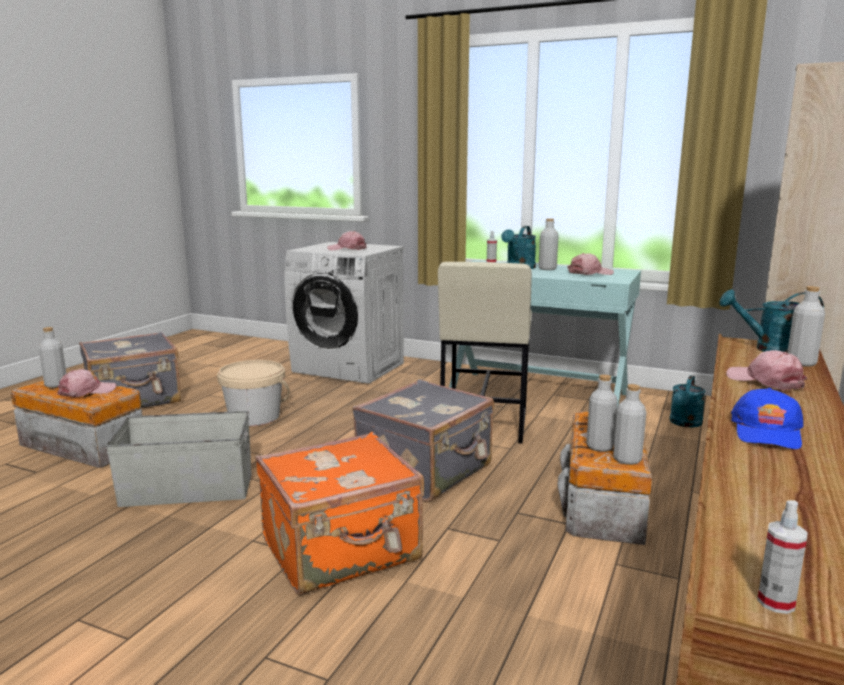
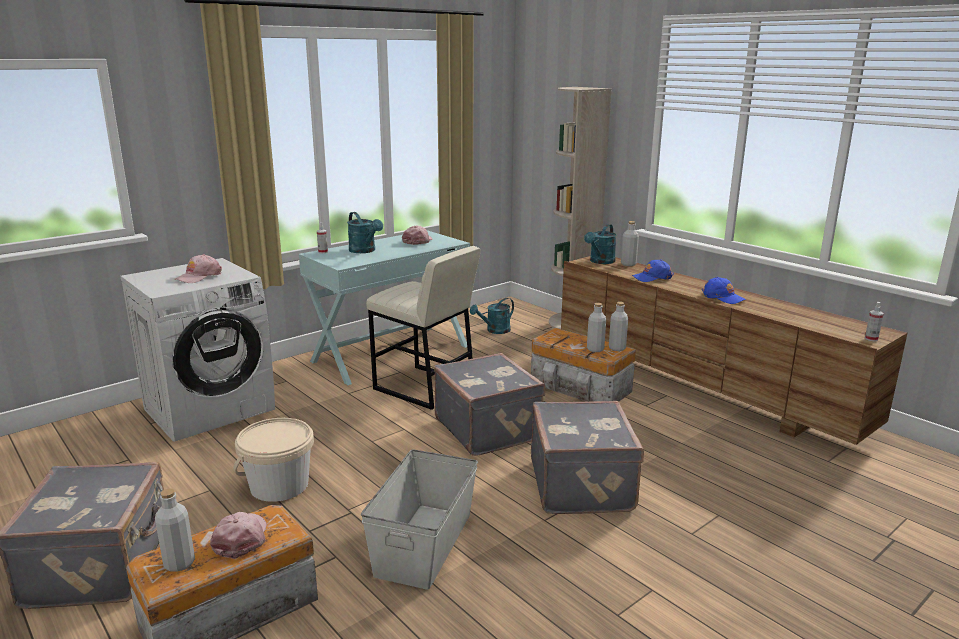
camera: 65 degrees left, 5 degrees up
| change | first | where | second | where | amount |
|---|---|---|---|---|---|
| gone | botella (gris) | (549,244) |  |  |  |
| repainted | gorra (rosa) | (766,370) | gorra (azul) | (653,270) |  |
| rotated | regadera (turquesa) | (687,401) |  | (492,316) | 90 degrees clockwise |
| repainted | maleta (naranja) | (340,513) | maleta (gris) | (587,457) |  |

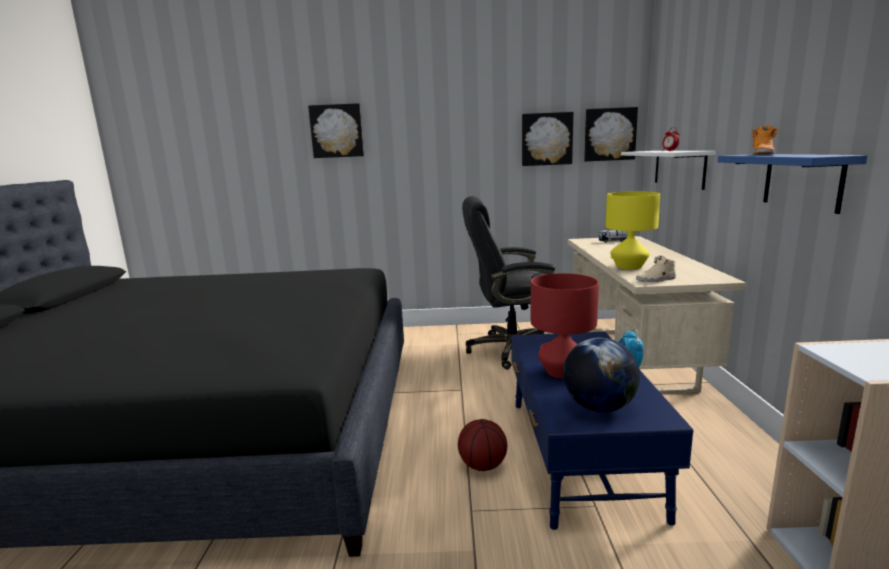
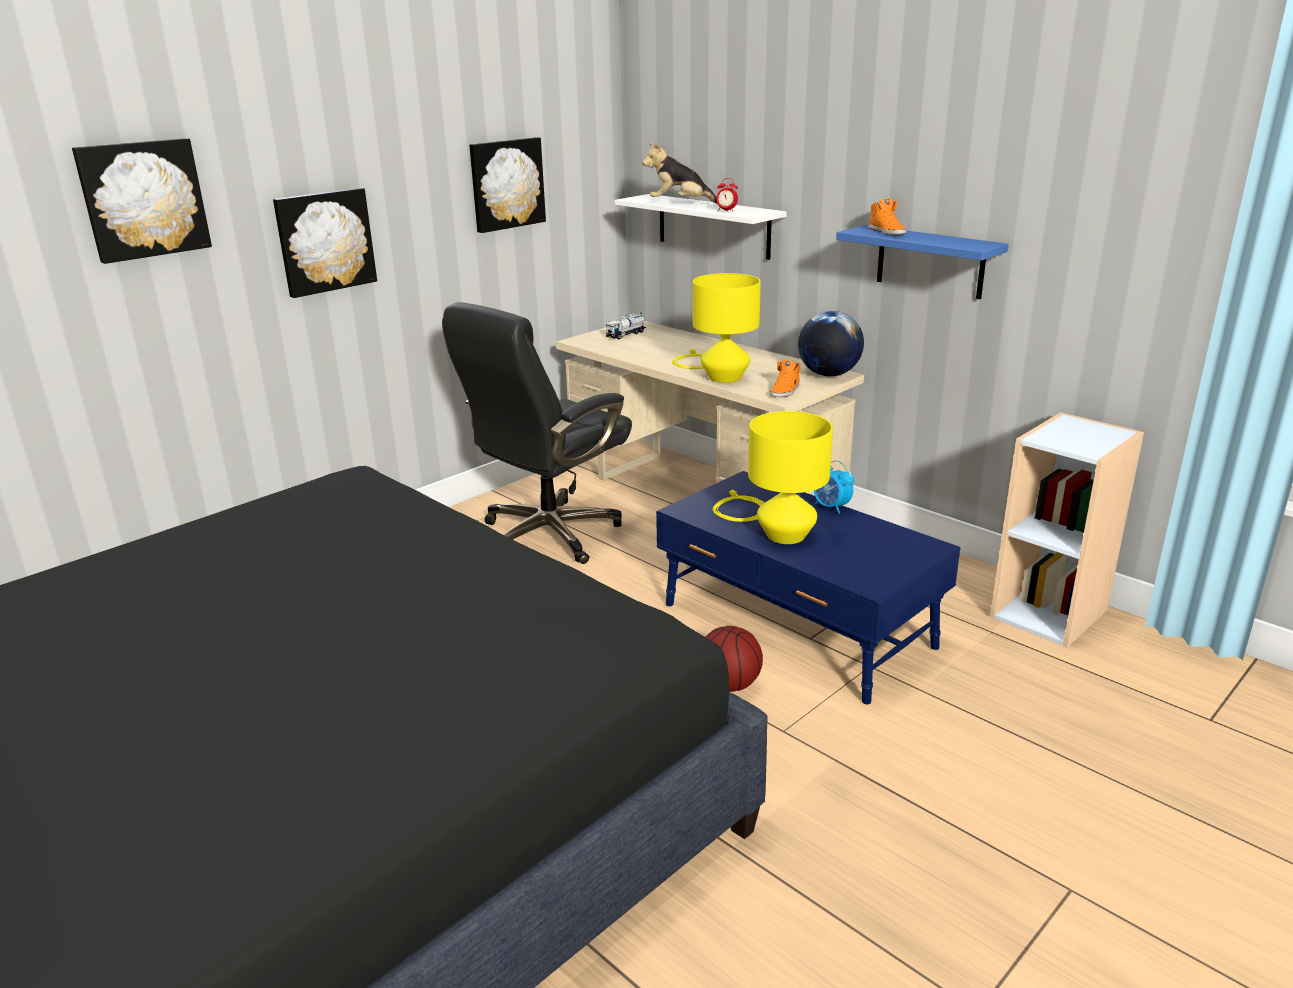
camera: 45 degrees left, 10 degrees up
| change | first | where | second | where | amount |
|---|---|---|---|---|---|
| shifted | cuadro | (611,134) |  | (325,243) |  |
| repainted | zapato (beis) | (656,268) | zapato (naranja) | (785,378) |  |
| repainted | lámpara de mesa (rojo) | (565,326) | lámpara de mesa (amarillo) | (773,477) |  |
| shifted | globo terráqueo | (601,375) |  | (831,343) |  |
| new |  |  | peluche | (679,173) |  |

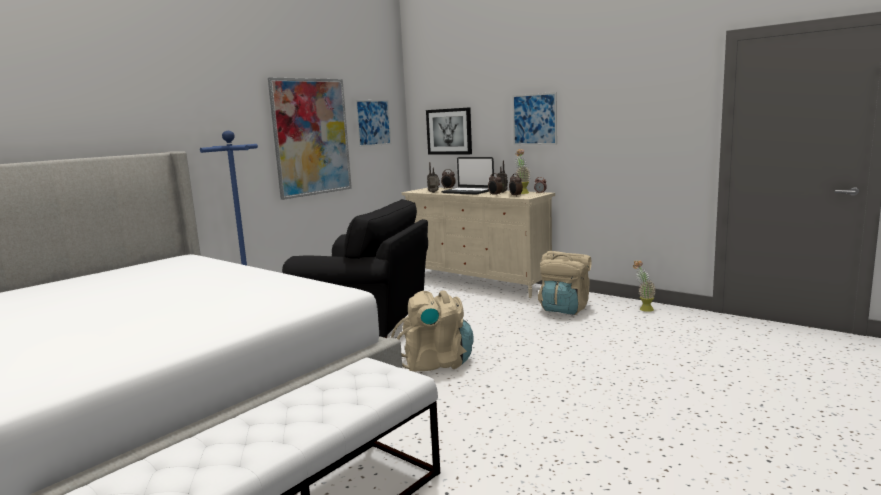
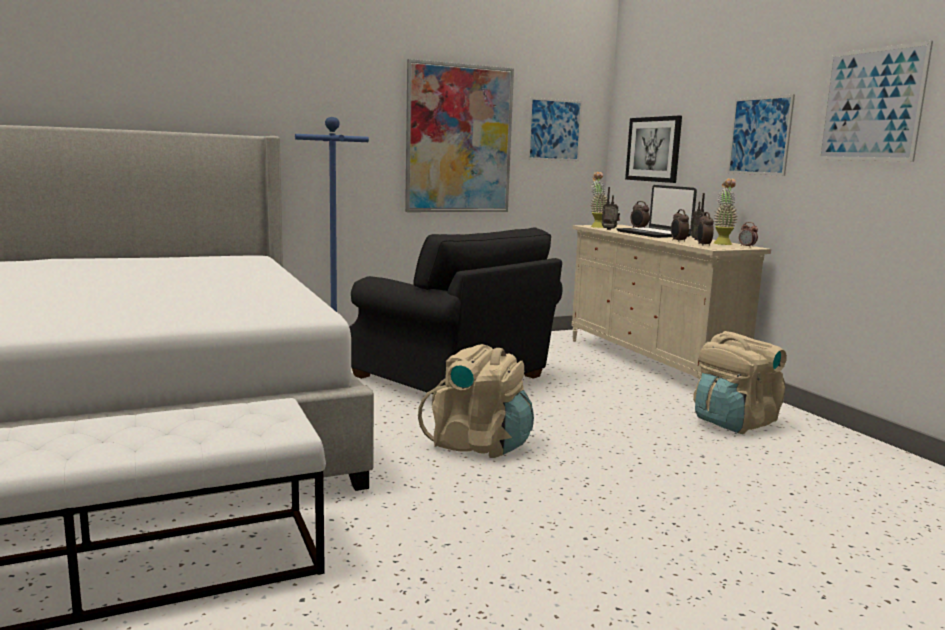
camera: 25 degrees right, 0 degrees up
| change | first | where | second | where | amount |
|---|---|---|---|---|---|
| shifted | planta en maceta | (644,286) |  | (598,200) |  |
| new |  |  | cuadro | (875,101) |  |

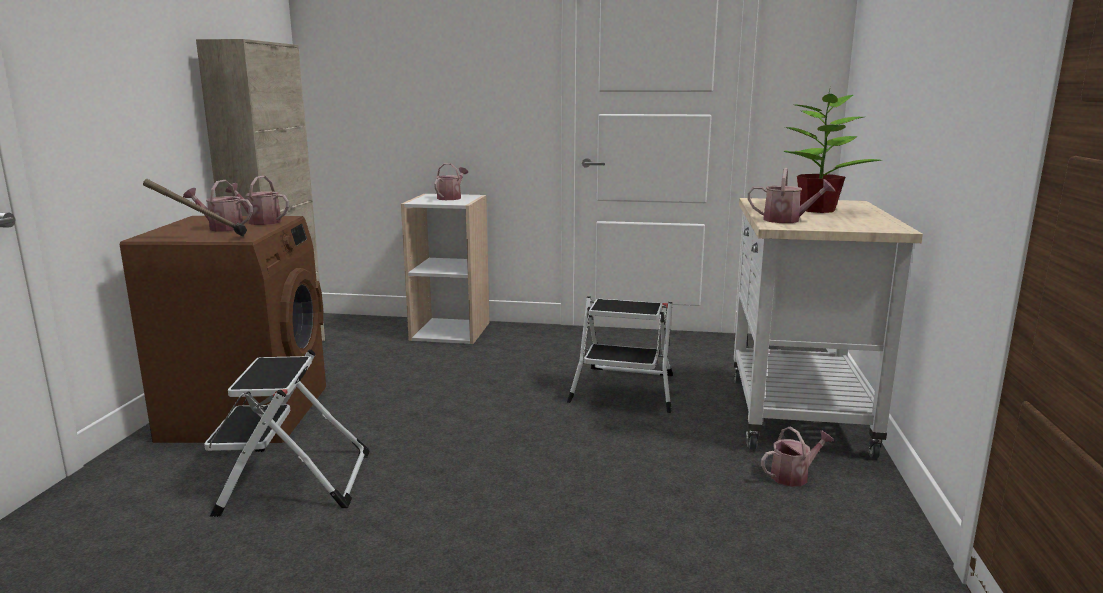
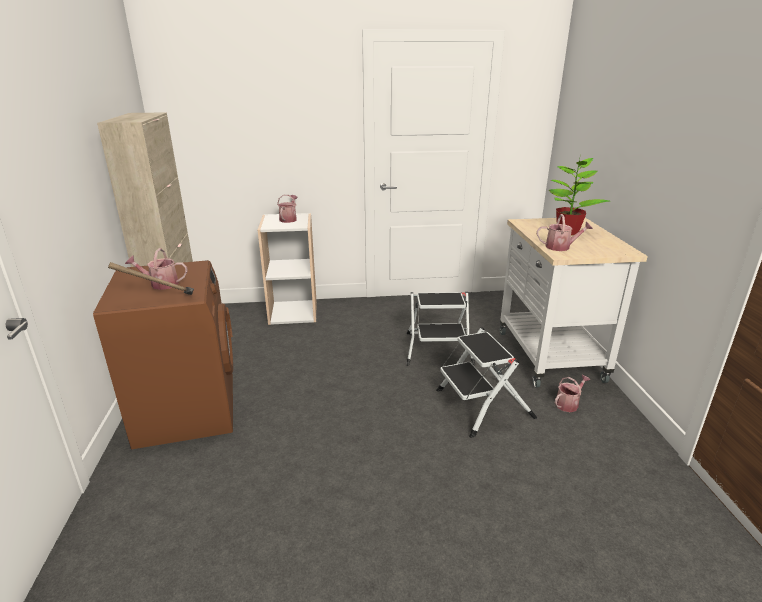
camera: 15 degrees left, 10 degrees up
| change | first | where | second | where | amount |
|---|---|---|---|---|---|
| gone | regadera | (257,200) |  |  |  |
| shifted | escalera de tijera | (287,433) |  | (486,382) |  |

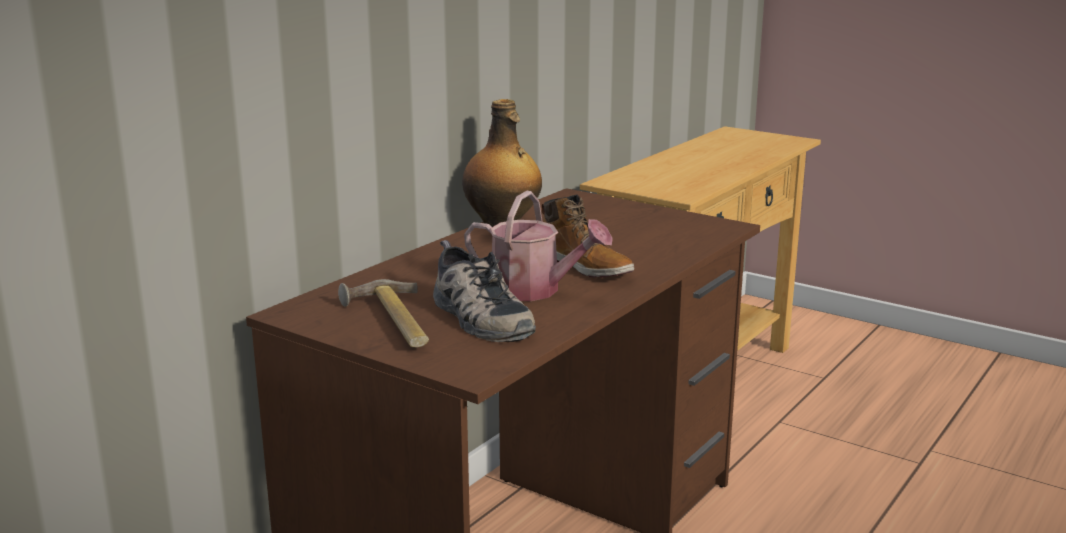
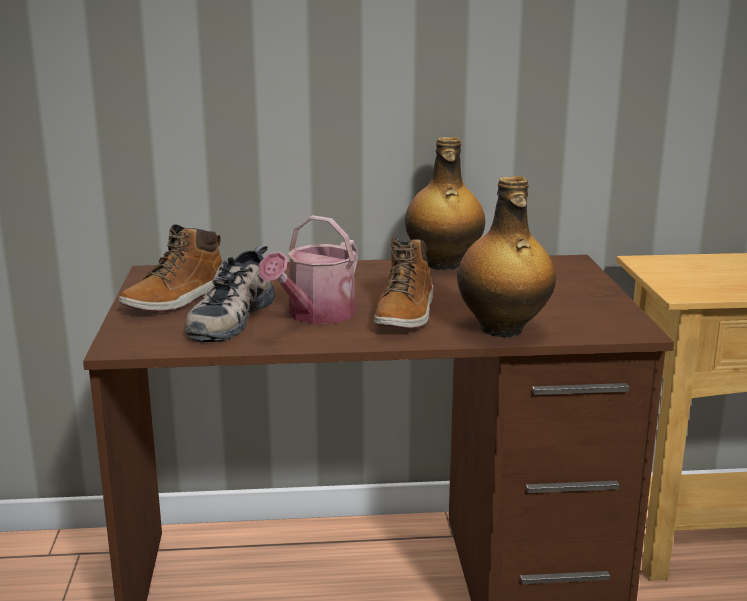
camera: 50 degrees right, 0 degrees up
| change | first | where | second | where | amount |
|---|---|---|---|---|---|
| rotated | regadera | (538,246) |  | (308,269) | 45 degrees clockwise |
| swapped | martillo | (383,313) | bota | (170,268) |  |
| new |  |  | botella | (506,256) |  |

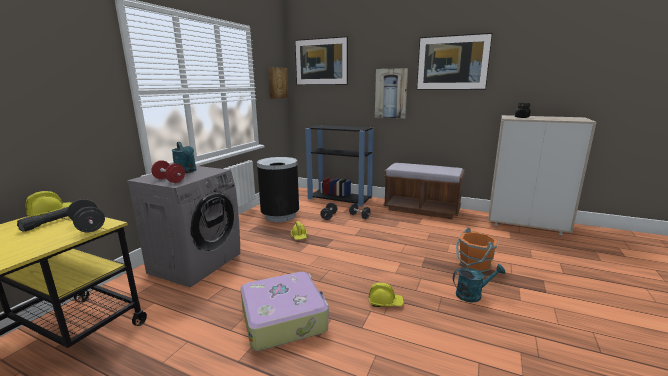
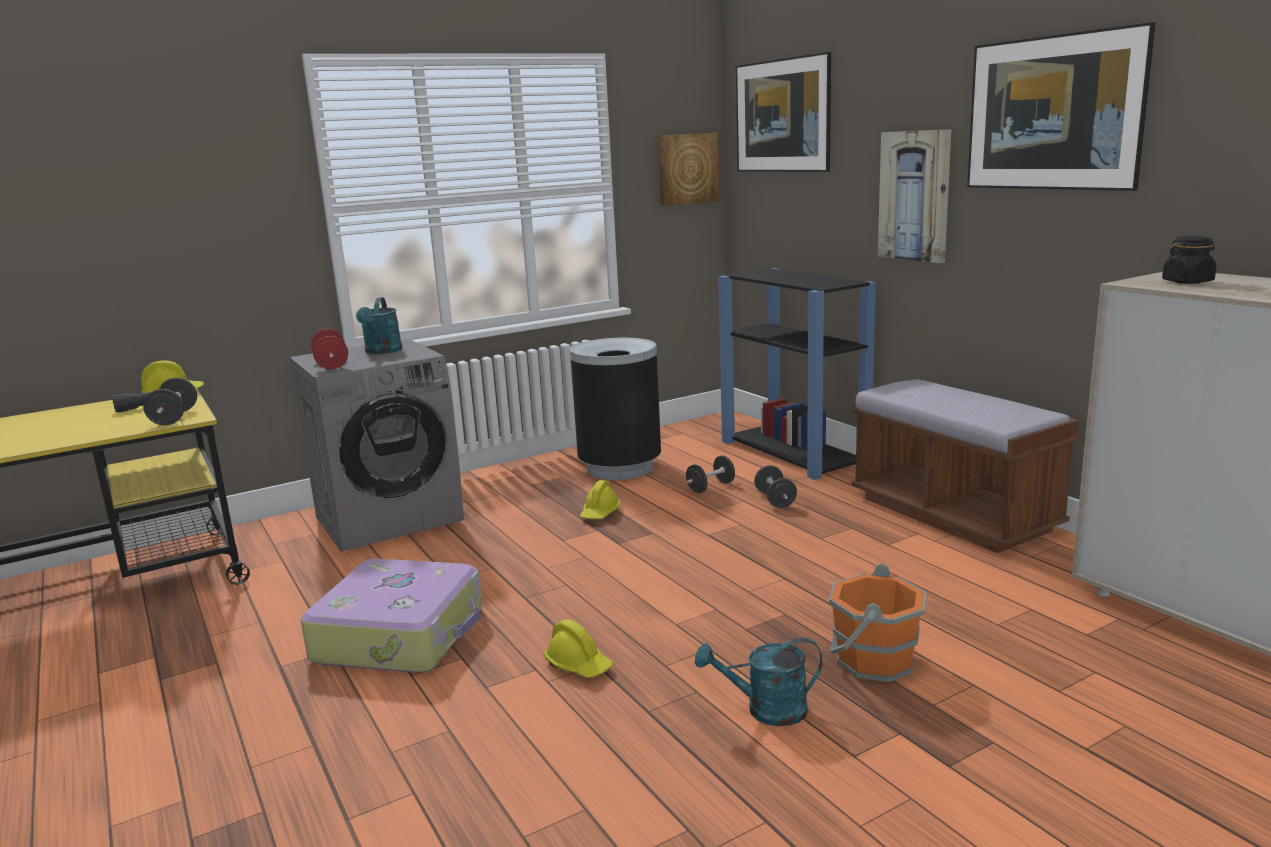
camera: 35 degrees right, 0 degrees up
| change | first | where | second | where | amount |
|---|---|---|---|---|---|
| rotated | regadera (turquesa) | (479,283) |  | (758,682) | 150 degrees clockwise |

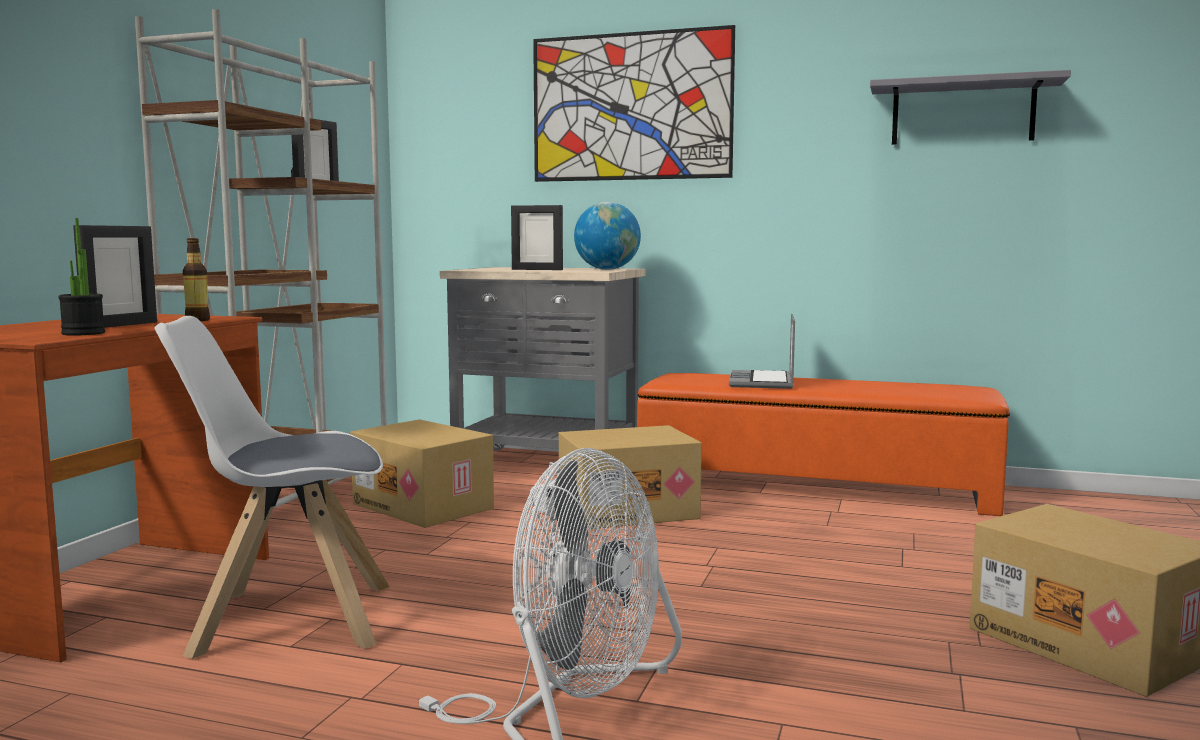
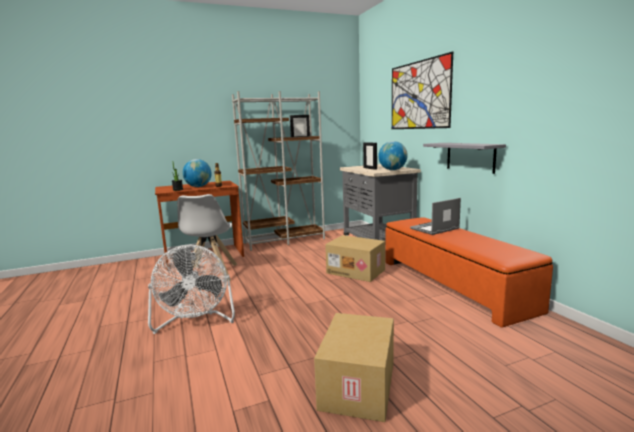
camera: 50 degrees right, 5 degrees up
| change | first | where | second | where | amount |
|---|---|---|---|---|---|
| shifted | estante (gris) | (970,107) |  | (464,158) |  |
| swapped | portarretratos | (115,276) | globo terráqueo | (197,173) |  |
| rotated | silla | (272,487) |  | (207,237) | 135 degrees counterclockwise |
| gone | caja de cartón | (422,473) |  |  |  |

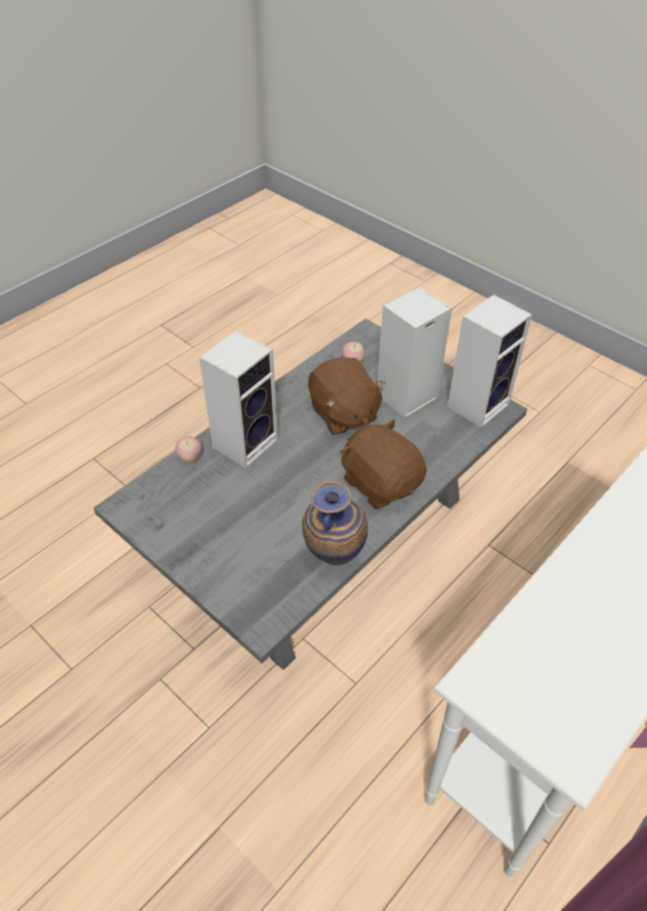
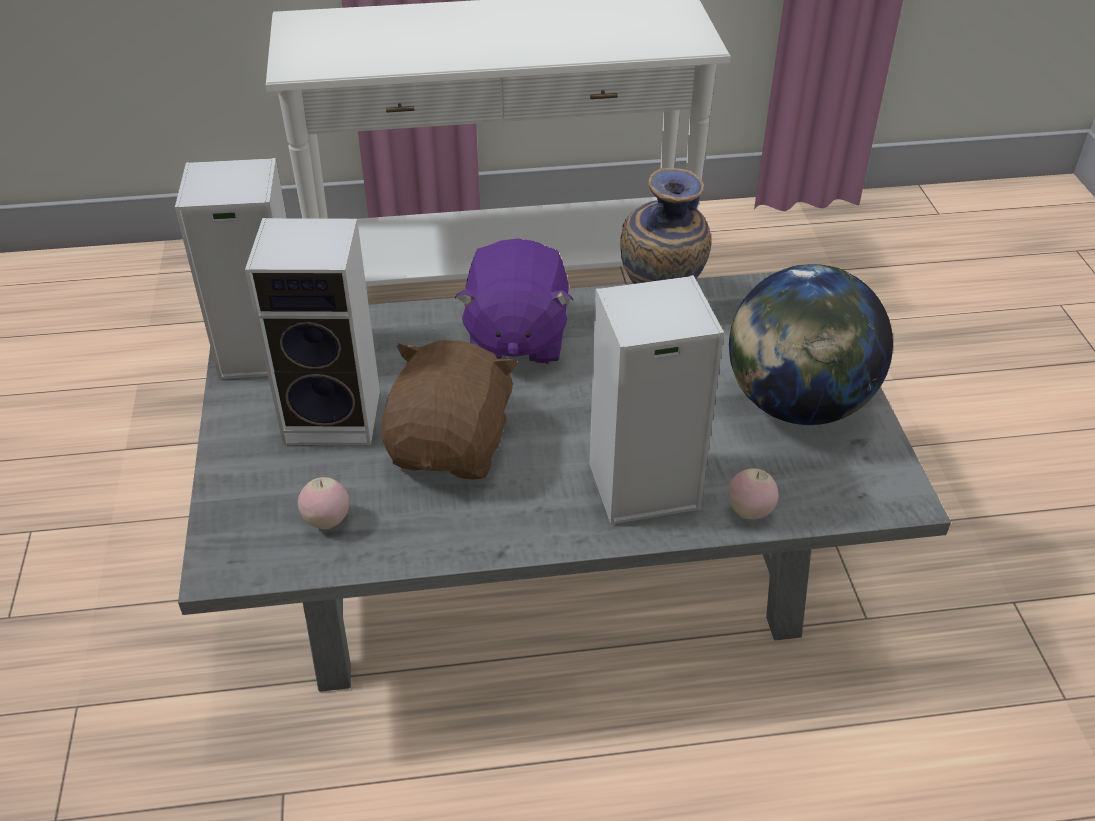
camera: 140 degrees left, 5 degrees down
| change | first | where | second | where | amount |
|---|---|---|---|---|---|
| repainted | peluche (marrón) | (383,463) | peluche (morado) | (514,301) |  |
| new |  |  | globo terráqueo | (811,344) |  |

